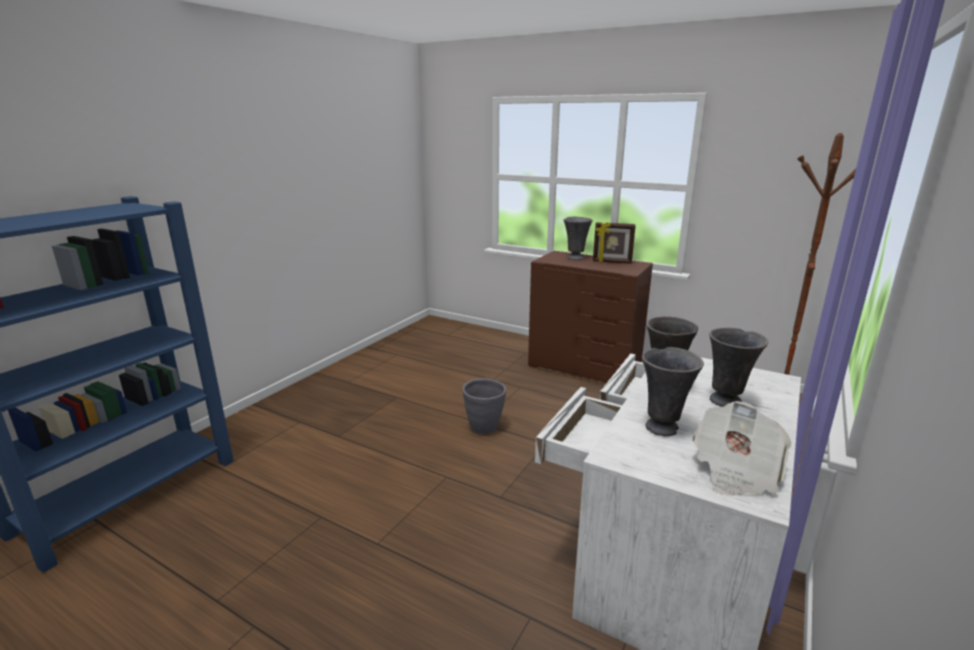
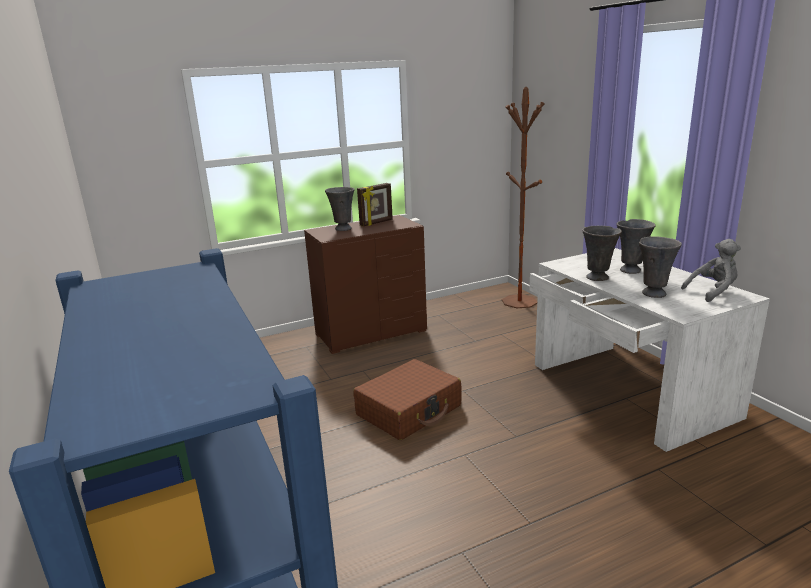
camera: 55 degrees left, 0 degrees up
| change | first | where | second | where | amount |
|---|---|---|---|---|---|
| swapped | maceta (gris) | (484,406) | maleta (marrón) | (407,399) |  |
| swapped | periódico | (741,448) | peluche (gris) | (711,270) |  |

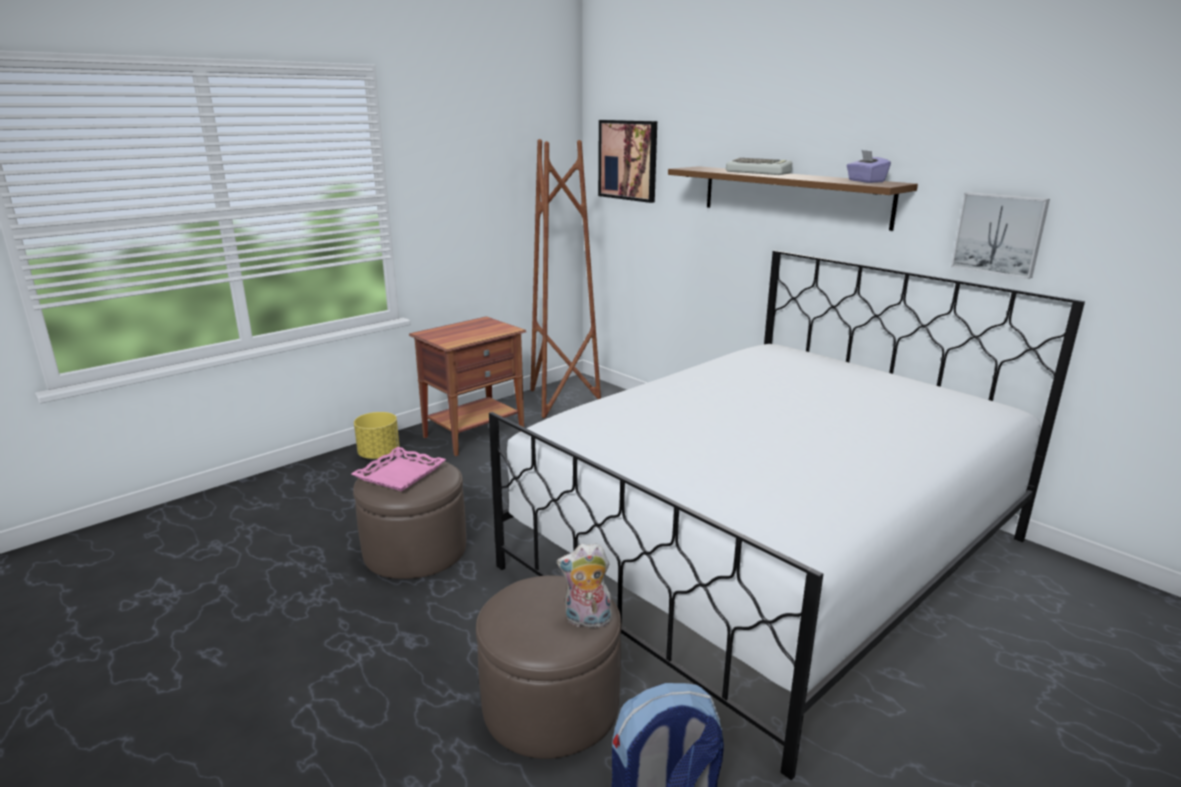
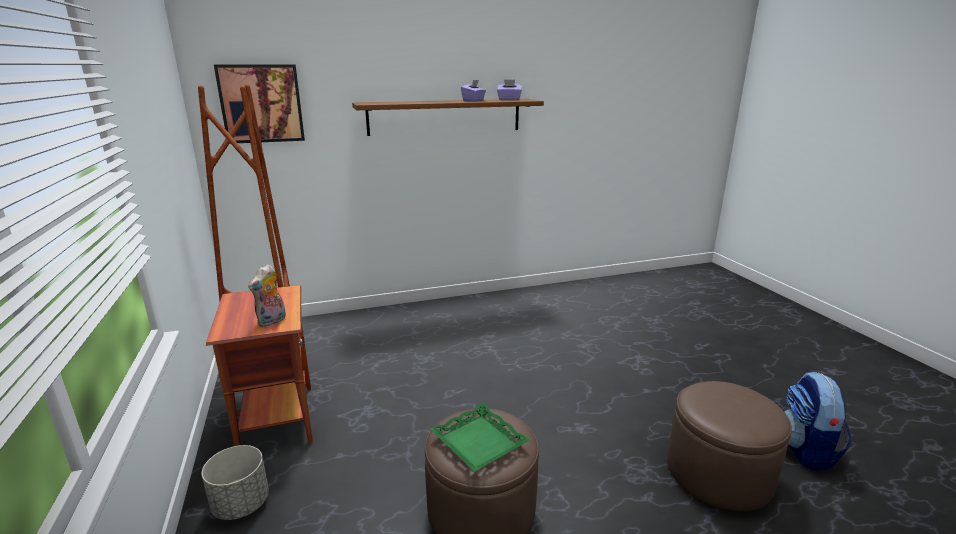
camera: 65 degrees left, 0 degrees up
| change | first | where | second | where | amount |
|---|---|---|---|---|---|
| gone | teclado | (759,166) |  |  |  |
| gone | cuadro | (1000,235) |  |  |  |
| gone | cama (blanco) | (787,515) |  |  |  |
| repainted | maceta (amarillo) | (377,435) | maceta (gris) | (235,482) |  |
| repainted | bandeja (rosa) | (398,469) | bandeja (verde) | (480,437) |  |
| shifted | peluche | (585,585) |  | (267,295) |  |
| new |  |  | caja de pañuelos (morado) | (473,91) |  |

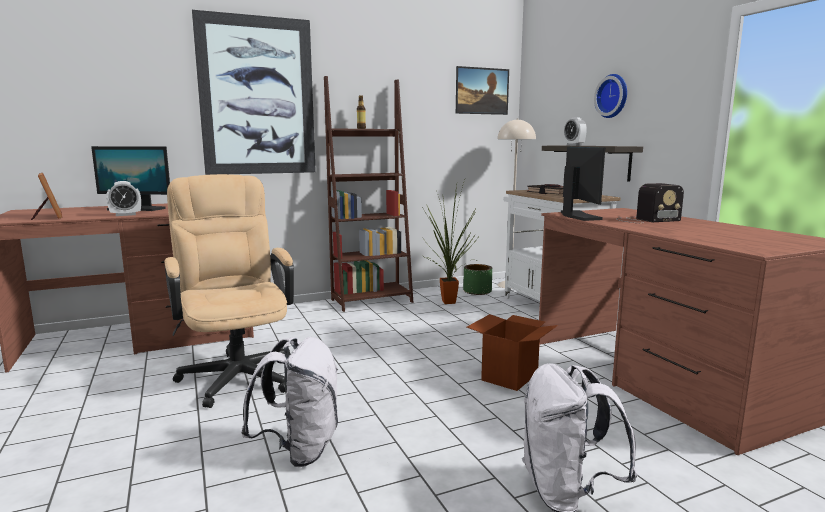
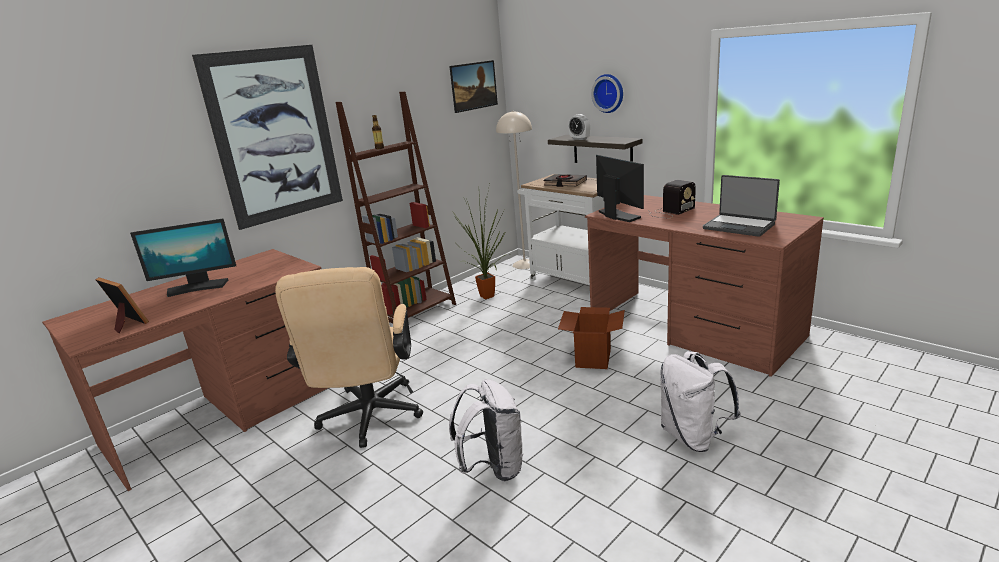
camera: 20 degrees left, 10 degrees up
| change | first | where | second | where | amount |
|---|---|---|---|---|---|
| rotated | silla de oficina (beis) | (229,291) |  | (349,357) | 135 degrees counterclockwise |
| gone | despertador | (123,198) |  |  |  |
| gone | maceta (verde) | (477,279) |  |  |  |
| new |  |  | portátil | (741,206) |  |

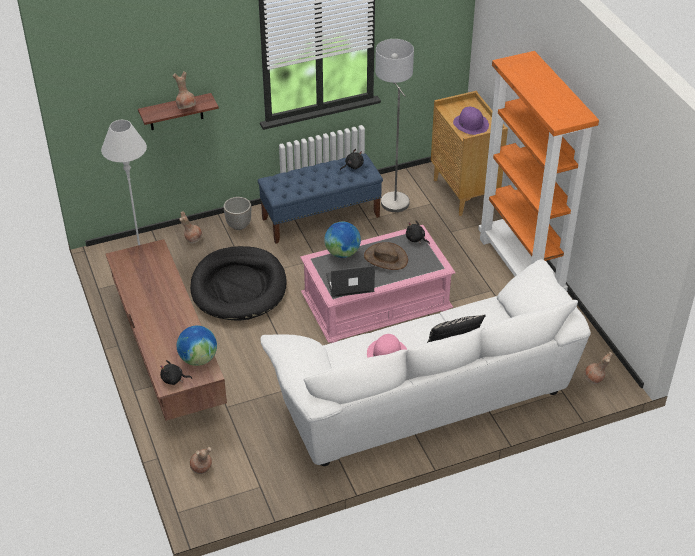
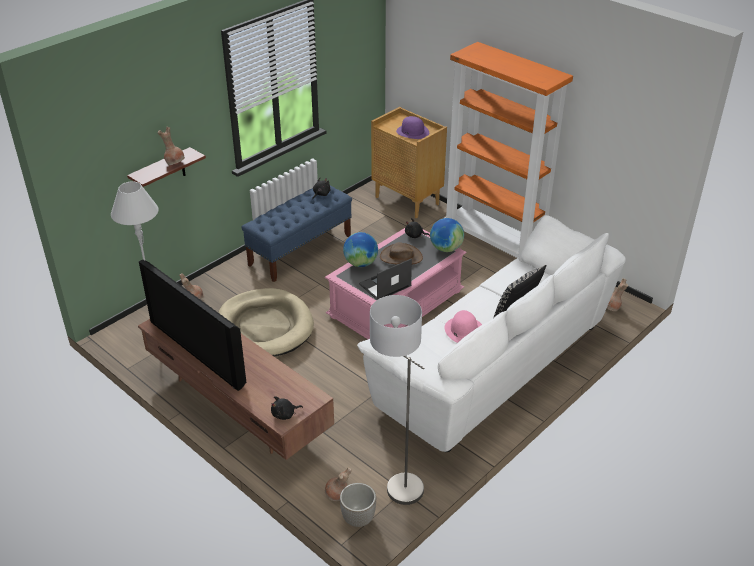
camera: 25 degrees left, 5 degrees down
| change | first | where | second | where | amount |
|---|---|---|---|---|---|
| shifted | lámpara de pie (gris) | (394,125) |  | (397,400) |  |
| shifted | maceta | (237,213) |  | (358,505) |  |
| repainted | cama para perro (negro) | (238,283) | cama para perro (beis) | (266,322) |  |
| shifted | globo terráqueo | (197,345) |  | (447,235) |  |
| new |  |  | televisor | (192,325) |  |

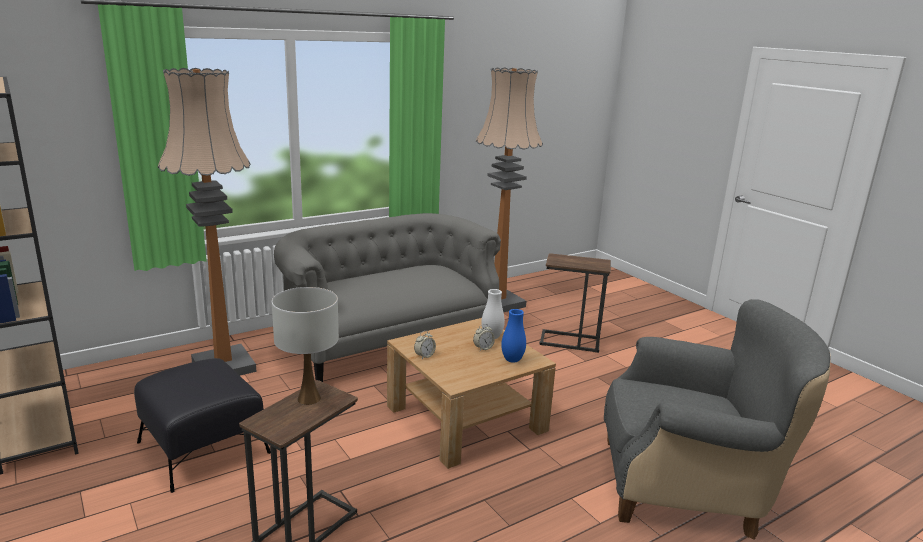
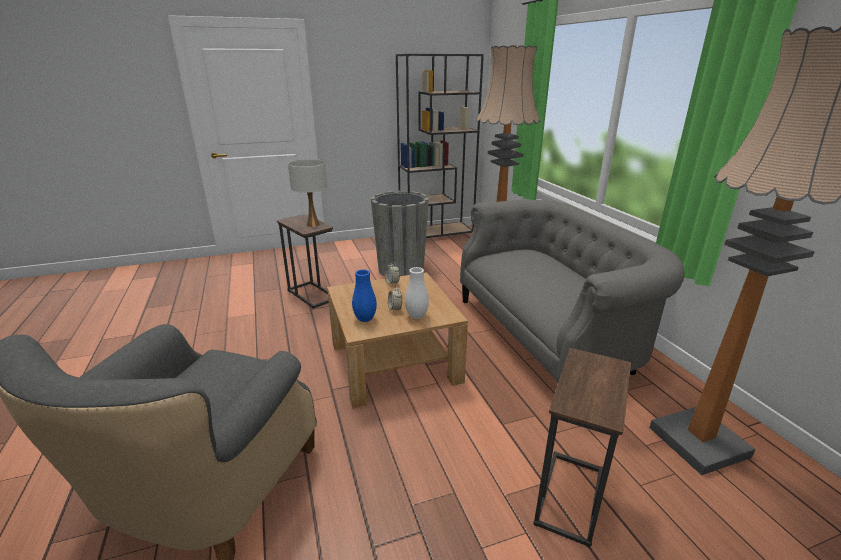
camera: 105 degrees right, 5 degrees up
| change | first | where | second | where | amount |
|---|---|---|---|---|---|
| swapped | puf (negro) | (202,425) | maceta (gris) | (400,233) |  |

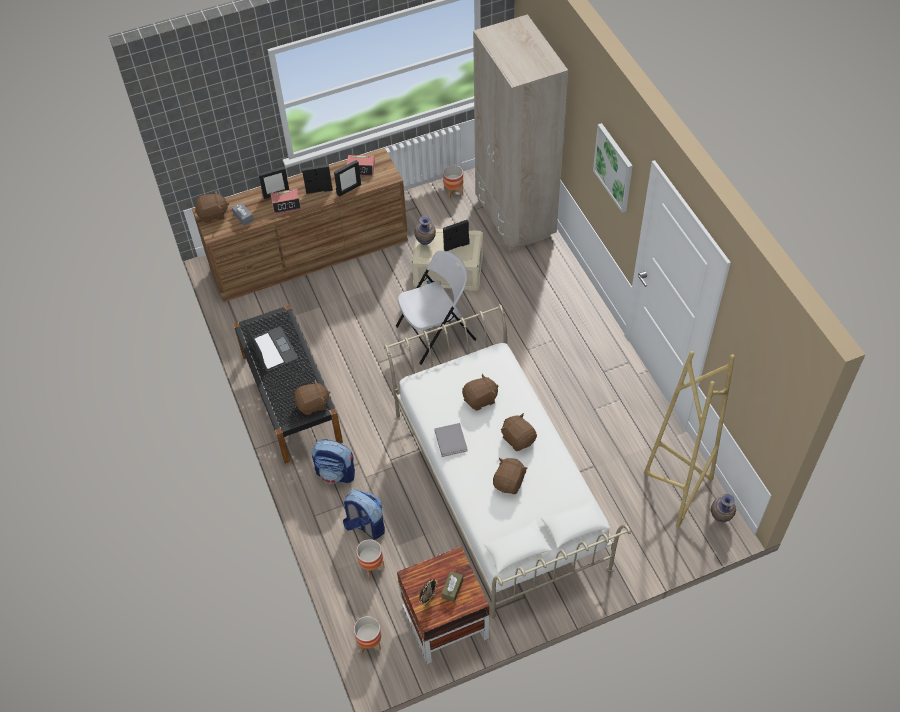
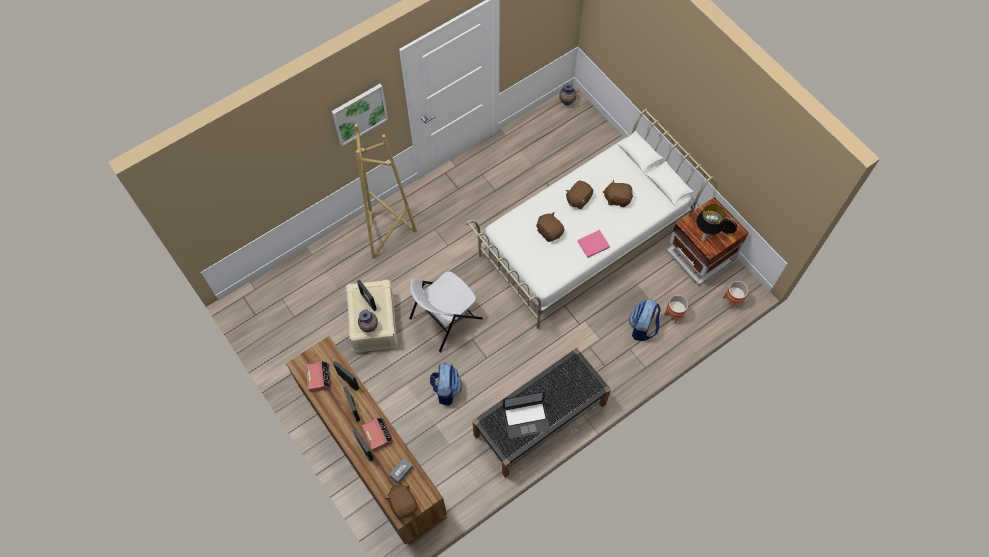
camera: 105 degrees left, 10 degrees up
| change | first | where | second | where | amount |
|---|---|---|---|---|---|
| gone | armario ropero (beis) | (520,133) |  |  |  |
| gone | maceta | (453,182) |  |  |  |
| rotated | silla (blanco) | (436,308) |  | (446,312) | 90 degrees counterclockwise |
| rotated | portátil | (270,345) |  | (526,415) | 150 degrees counterclockwise |
| shifted | perchero (amarillo) | (689,439) |  | (386,191) |  |
| gone | peluche (marrón) | (312,397) |  |  |  |
| repainted | libro (gris) | (451,440) | libro (rosa) | (593,244) |  |
| shifted | mochila | (333,461) |  | (446,384) |  |
| new |  |  | lámpara de mesa | (710,223) |  |

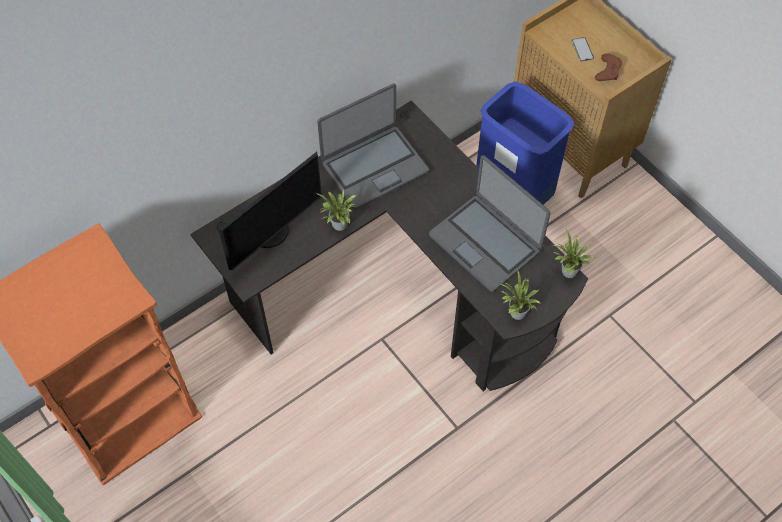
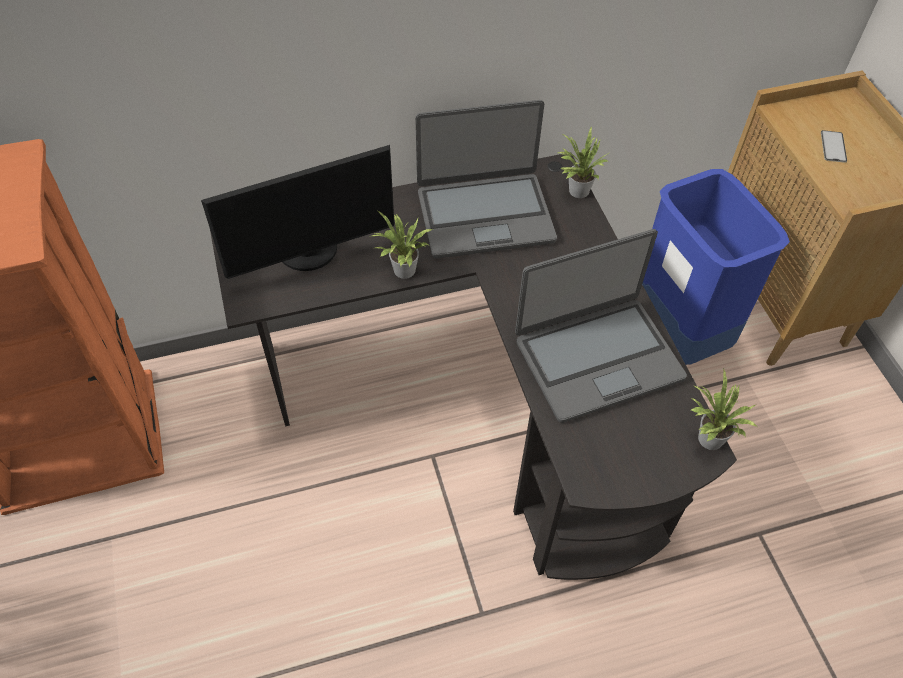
camera: 20 degrees right, 5 degrees down
| change | first | where | second | where | amount |
|---|---|---|---|---|---|
| gone | mando de consola (marrón) | (608,67) |  |  |  |
| rotated | portátil | (490,223) |  | (601,326) | 90 degrees counterclockwise |
| shifted | planta en maceta | (520,294) |  | (583,162) |  |

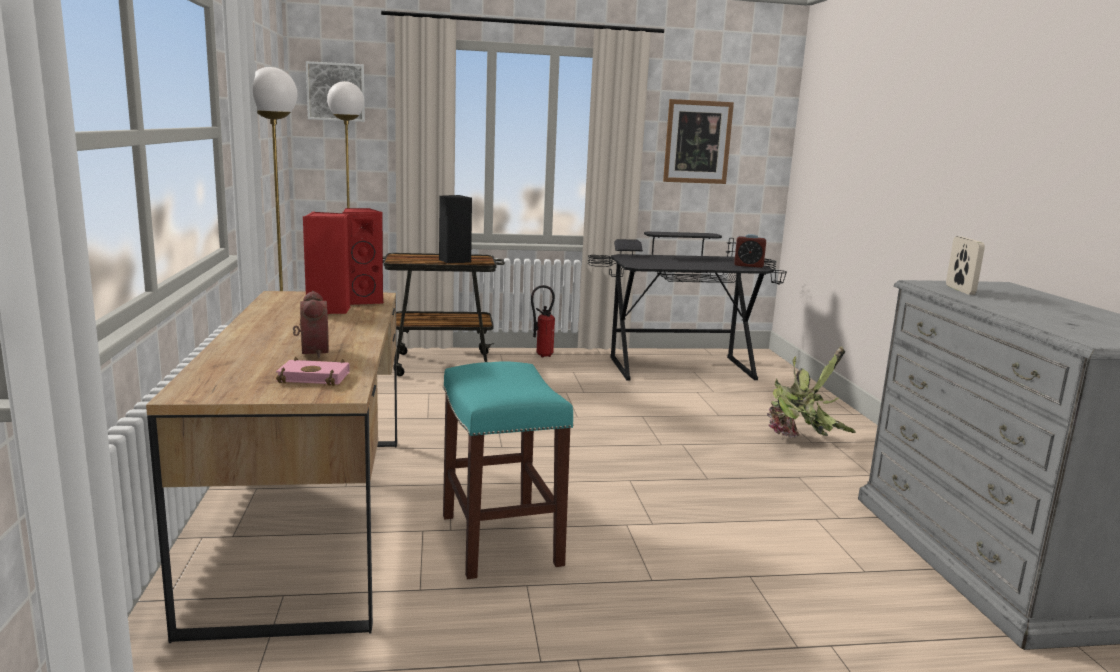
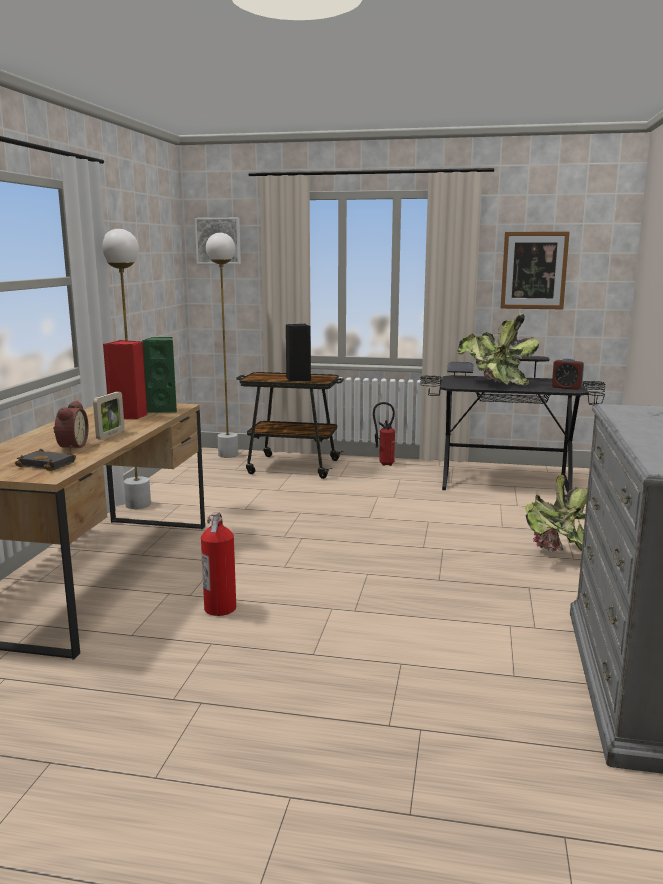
camera: 20 degrees right, 0 degrees up
| change | first | where | second | where | amount |
|---|---|---|---|---|---|
| repainted | altavoz (rojo) | (363,256) | altavoz (verde) | (159,375) |  |
| shifted | portarretratos | (965,265) |  | (108,415) |  |
| repainted | libro (rosa) | (313,371) | libro (negro) | (45,460) |  |
| swapped | taburete (turquesa) | (508,470) | extintor | (218,564) |  |
| new |  |  | planta en maceta | (498,349) |  |

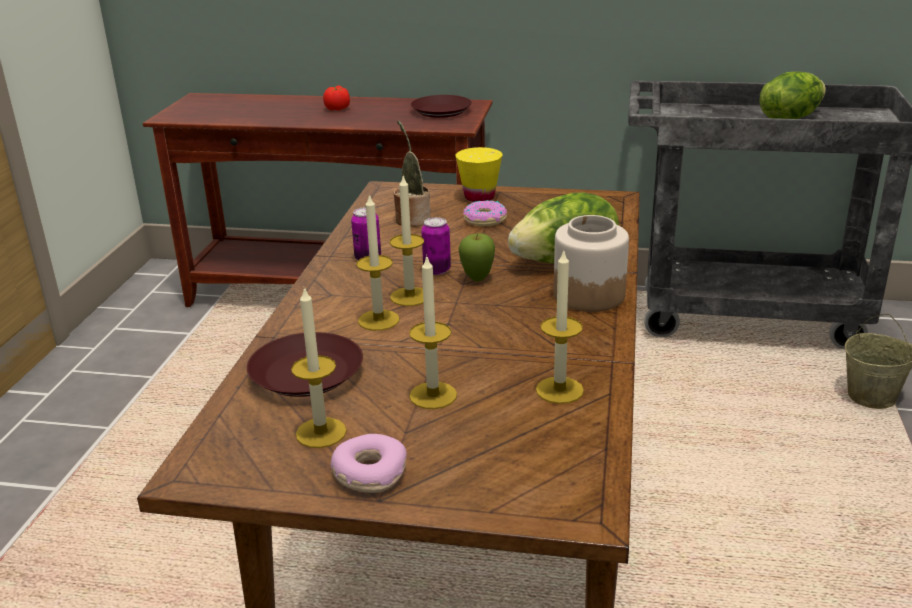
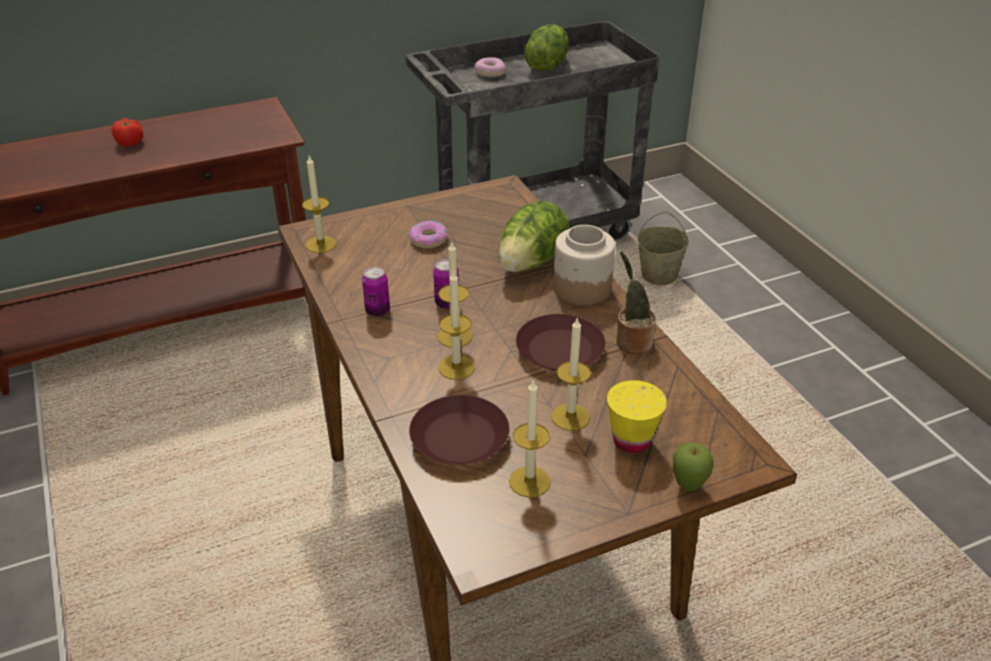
camera: 35 degrees left, 10 degrees up
| change | first | where | second | where | amount |
|---|---|---|---|---|---|
| shifted | plato (marrón) | (441,106) |  | (561,342) |  |
| shifted | planta en maceta | (412,173) |  | (636,302) |  |
| shifted | taza (amarillo) | (478,174) |  | (637,416) |  |
| shifted | manzana | (477,257) |  | (693,467) |  |
| shifted | vela | (560,326) |  | (319,204) |  |
| shifted | rosquilla | (369,463) |  | (490,67) |  |

